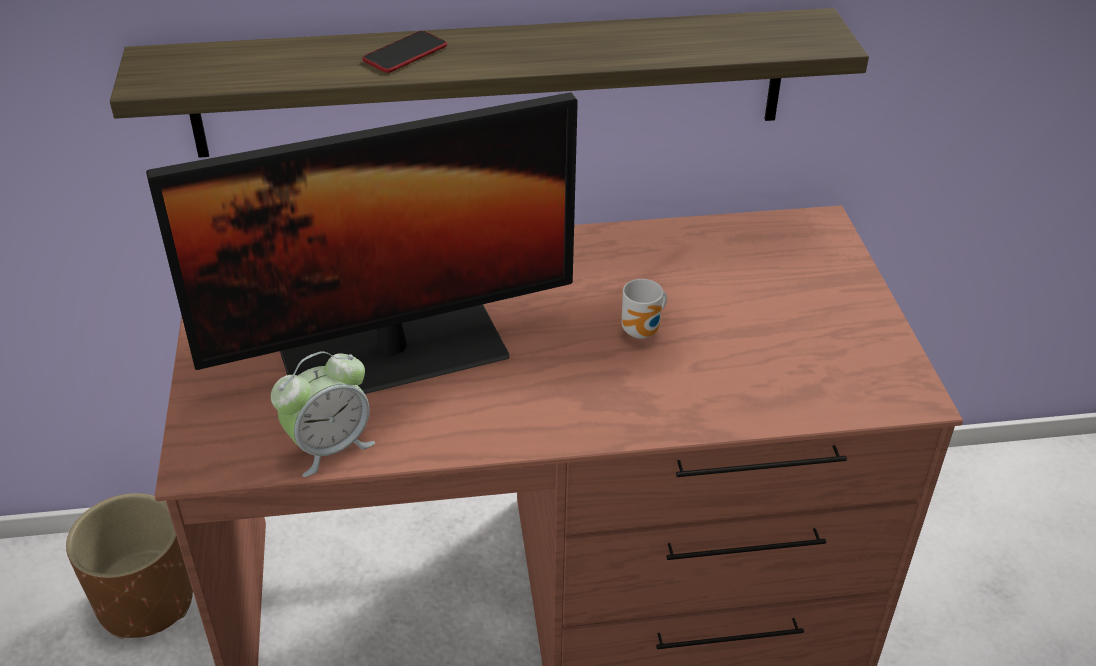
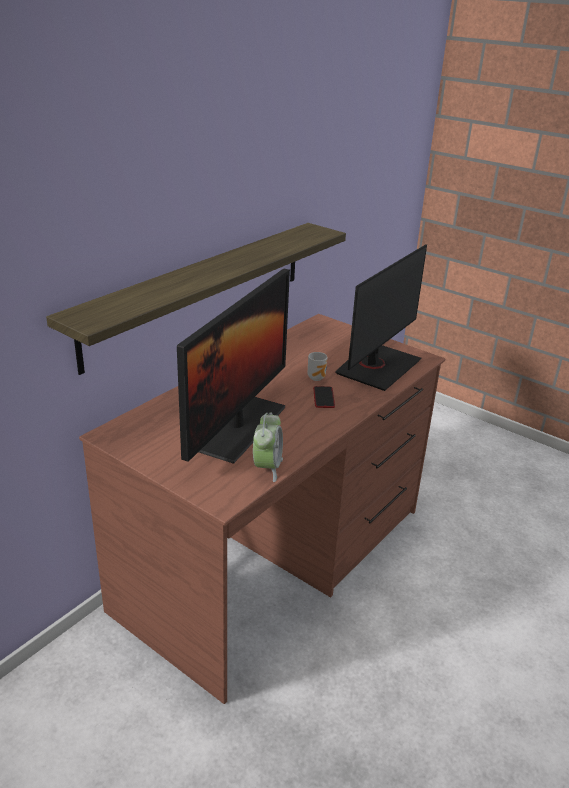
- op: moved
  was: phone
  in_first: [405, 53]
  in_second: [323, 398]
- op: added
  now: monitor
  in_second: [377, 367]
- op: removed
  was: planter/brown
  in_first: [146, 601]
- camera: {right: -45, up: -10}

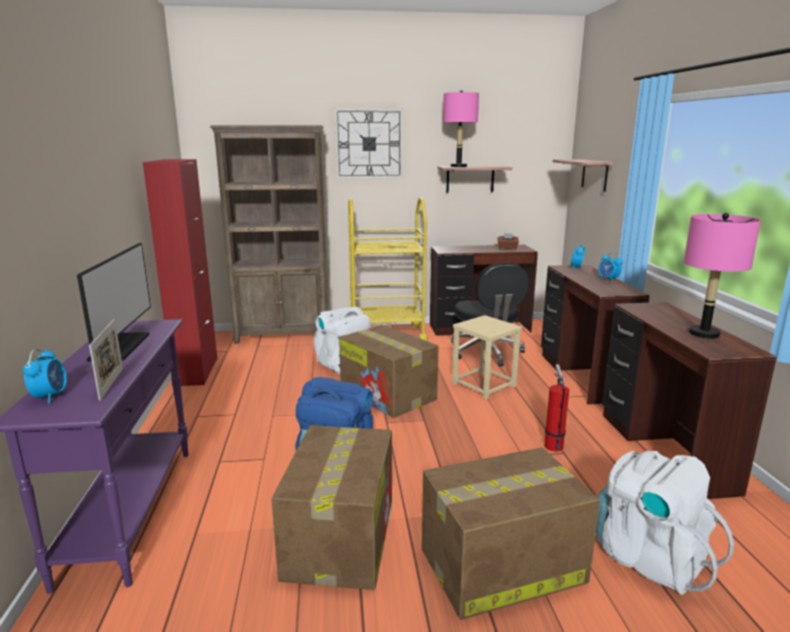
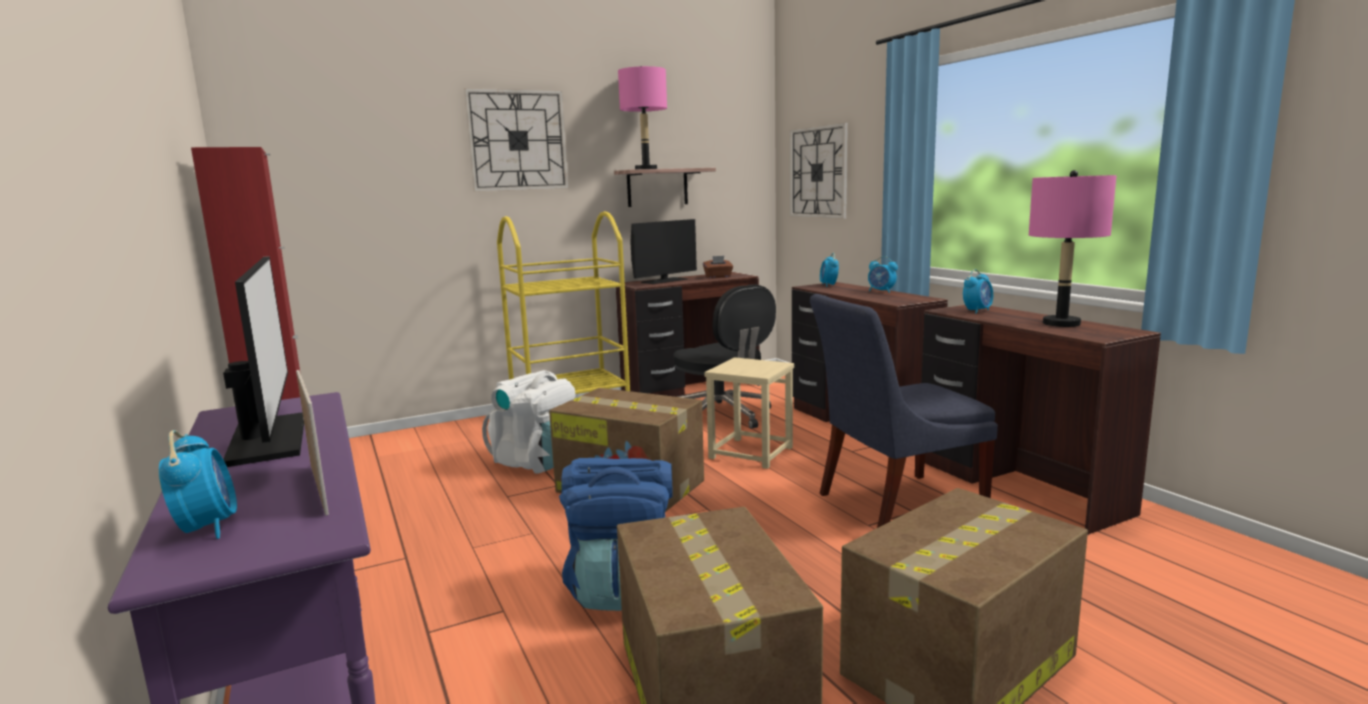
- op: added
  now: monitor
  in_second: [664, 281]
- op: replaced
  was: shelf
  now: wall clock
  in_first: [594, 175]
  in_second: [818, 172]
- op: replaced
  was: fire extinguisher
  now: chair/blue
  in_first: [553, 445]
  in_second: [893, 505]
- op: added
  now: alarm clock
  in_second: [977, 311]
- op: removed
  was: bookcase/brown
  in_first: [283, 335]
- op: removed
  was: backpack/white
  in_first: [649, 558]
- camera: {right: -20, up: -5}

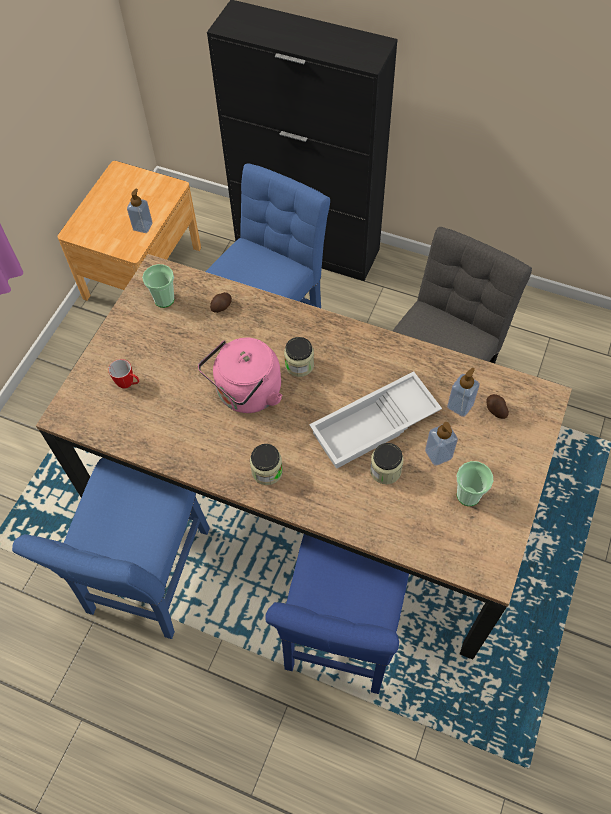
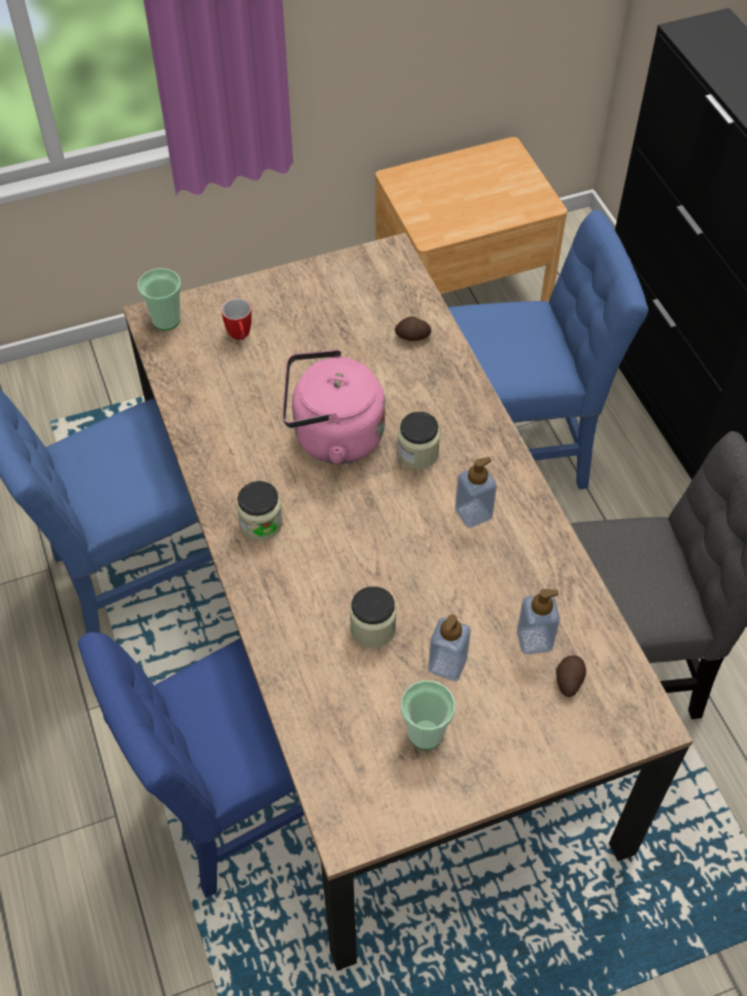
- op: moved
  was: cup
  in_first: [164, 299]
  in_second: [166, 320]
- op: moved
  was: soap dispenser
  in_first: [143, 226]
  in_second: [473, 513]
- op: removed
  was: tray/white
  in_first: [374, 426]
- camera: {right: 45, up: -5}

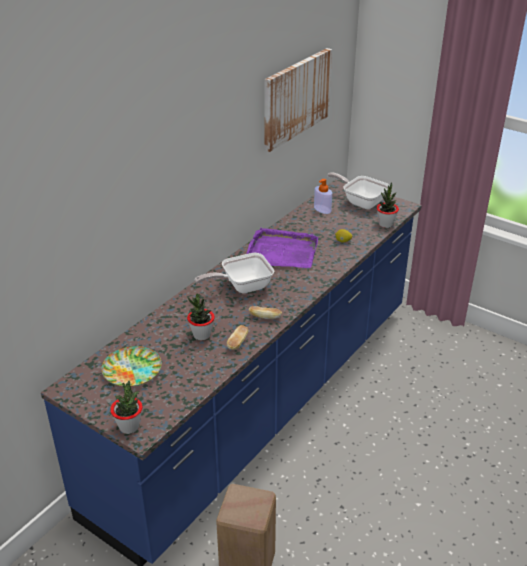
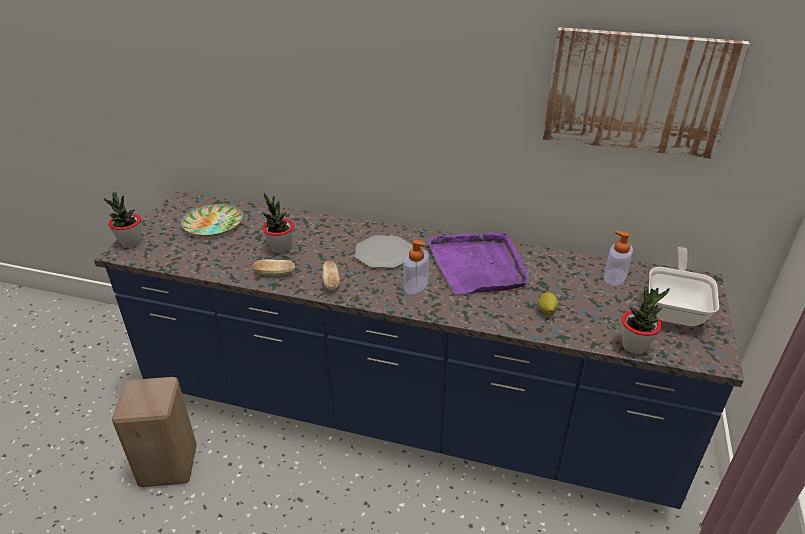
- op: replaced
  was: frying pan
  now: plate
  in_first: [242, 286]
  in_second: [384, 253]
- op: added
  now: soap dispenser
  in_second: [415, 285]
- camera: {right: 70, up: 0}

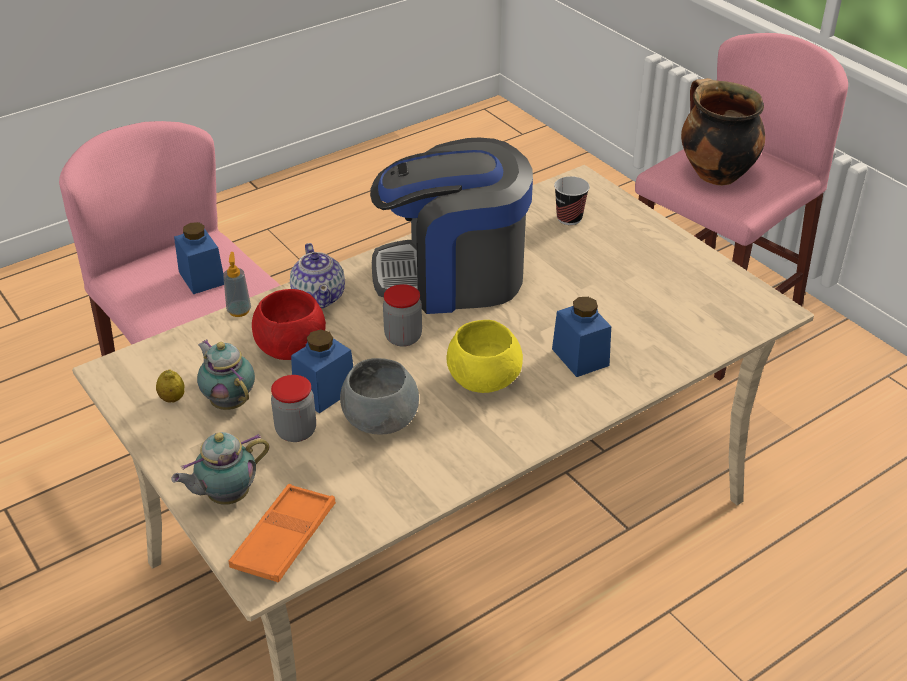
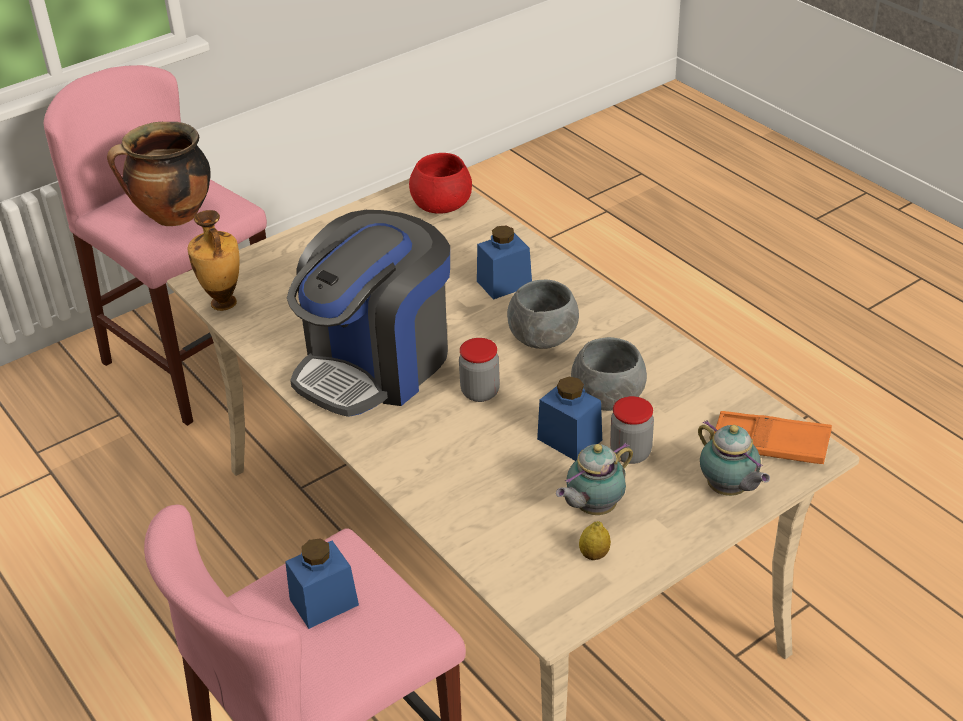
- op: added
  now: vase
  in_second: [223, 304]
- op: turned
  was: coffee machine
  in_first: [452, 277]
  in_second: [376, 364]
  clockwise: 45
- op: moved
  was: bowl/red
  in_first: [290, 349]
  in_second: [442, 206]
- op: recoloured
  was: bowl/yellow
  now: bowl/grey
  in_first: [483, 380]
  in_second: [542, 338]
- op: removed
  was: soap dispenser
  in_first: [239, 311]
- op: removed
  was: teapot
  in_first: [319, 296]
- op: removed
  was: cup
  in_first: [569, 218]
- camera: {right: -90, up: 0}

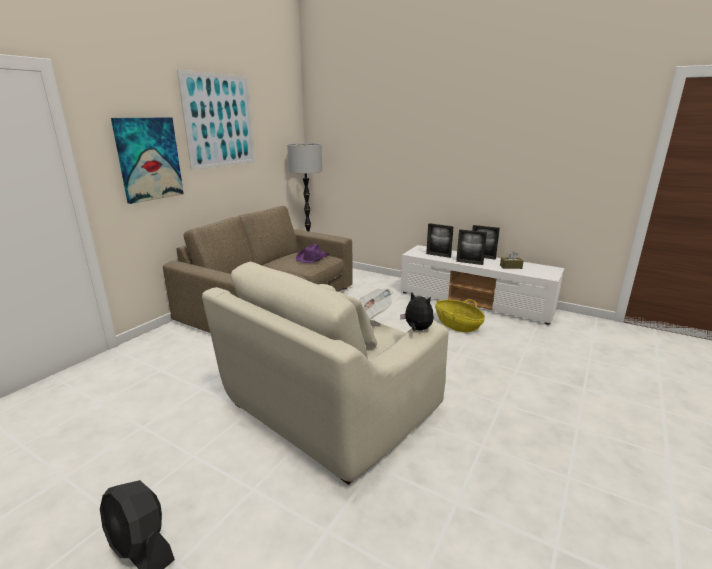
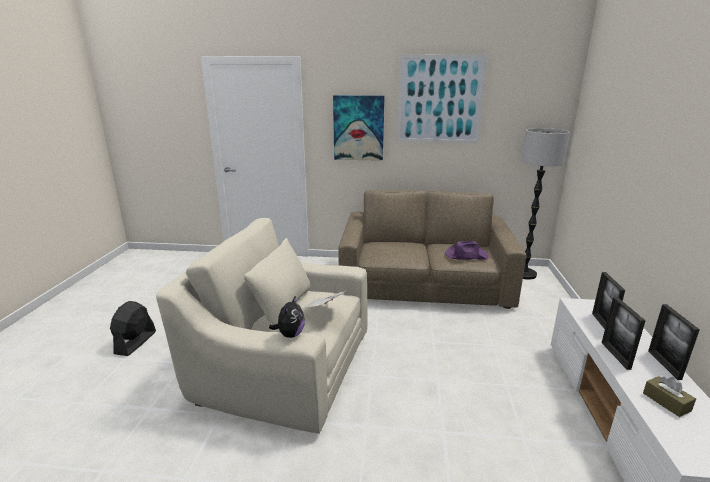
- op: removed
  was: basket
  in_first: [457, 325]
- camera: {right: 65, up: 0}

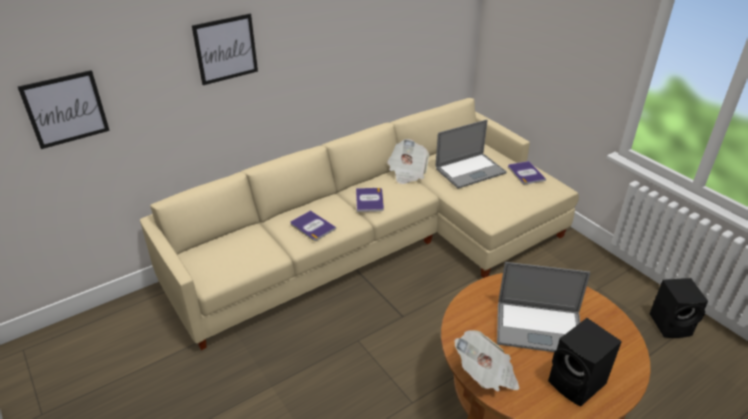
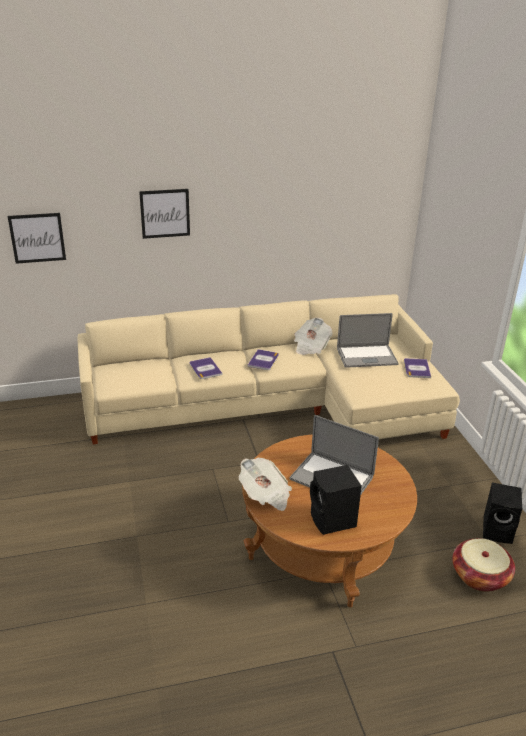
- op: added
  now: basket
  in_second: [480, 576]
- camera: {right: 20, up: -5}

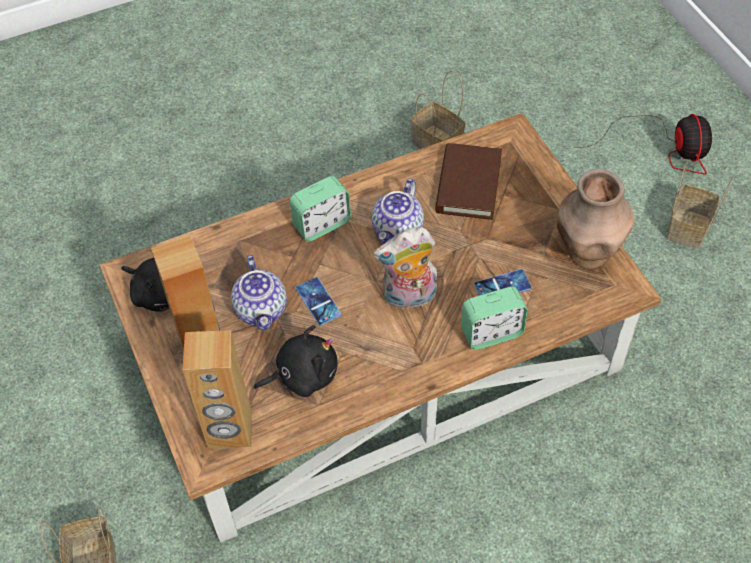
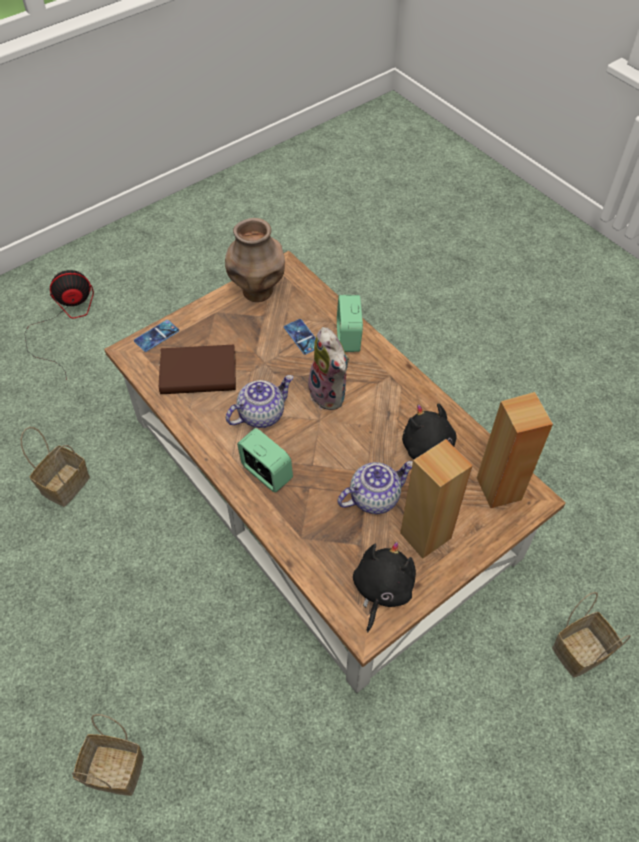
- op: moved
  was: basket
  in_first: [688, 229]
  in_second: [117, 769]
- op: moved
  was: phone
  in_first: [318, 301]
  in_second: [156, 336]
- op: turned
  was: teapot
  in_first: [398, 231]
  in_second: [261, 414]
  clockwise: -45
- op: turned
  was: alarm clock
  in_first: [491, 333]
  in_second: [348, 337]
  clockwise: -150
- camera: {right: -105, up: 0}

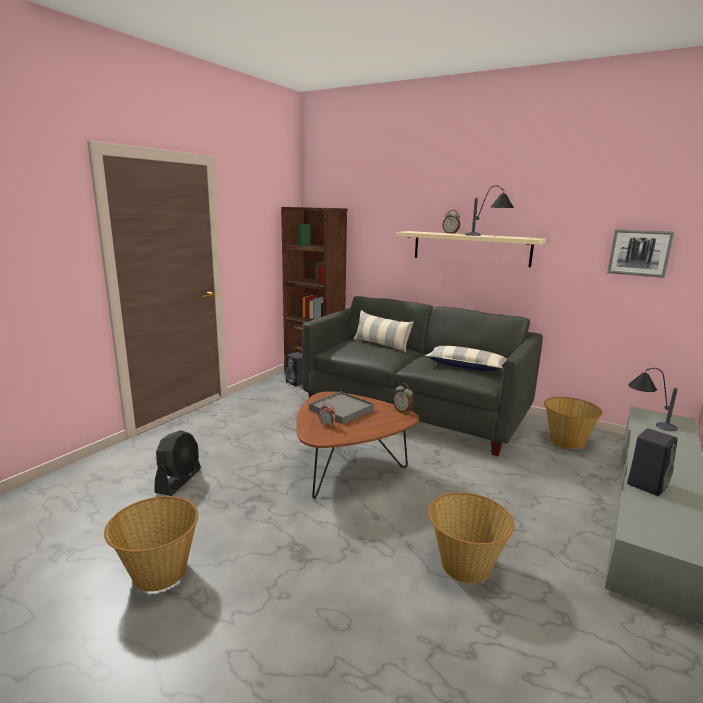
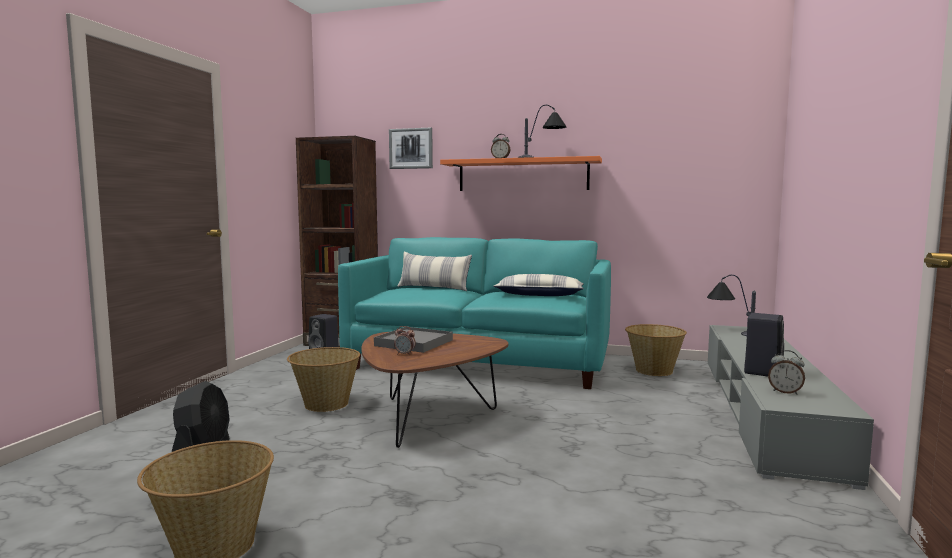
- op: moved
  was: basket
  in_first: [464, 565]
  in_second: [325, 404]
- op: recoloured
  was: sofa/grey
  now: sofa/turquoise
  in_first: [415, 410]
  in_second: [480, 362]
- op: moved
  was: picture
  in_first: [639, 252]
  in_second: [411, 148]
- op: recoloured
  was: shelf/beige
  now: shelf/orange
  in_first: [470, 248]
  in_second: [522, 175]
- op: moved
  was: alarm clock
  in_first: [402, 410]
  in_second: [785, 392]
- camera: {right: -15, up: -10}

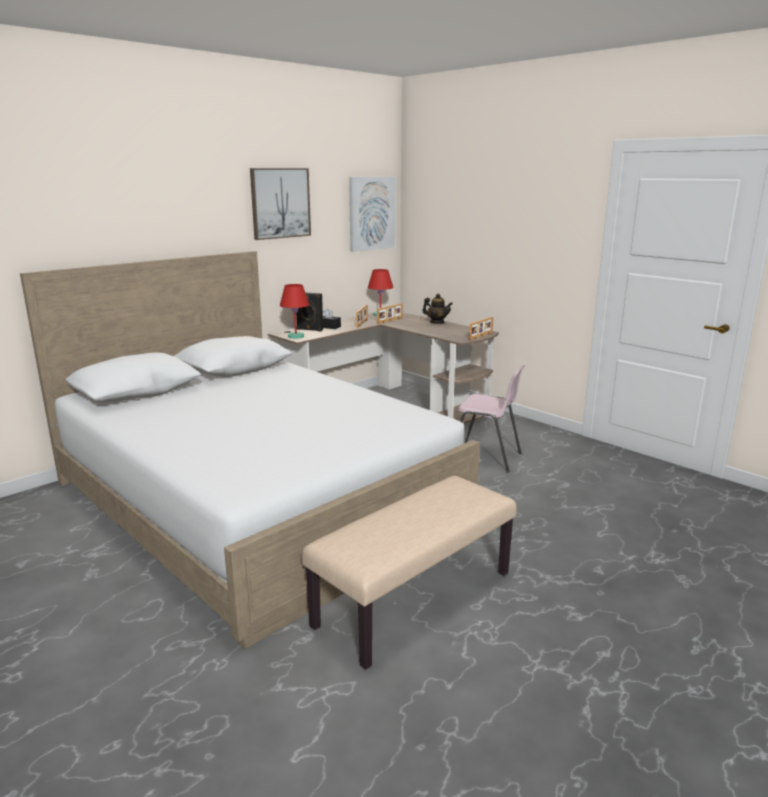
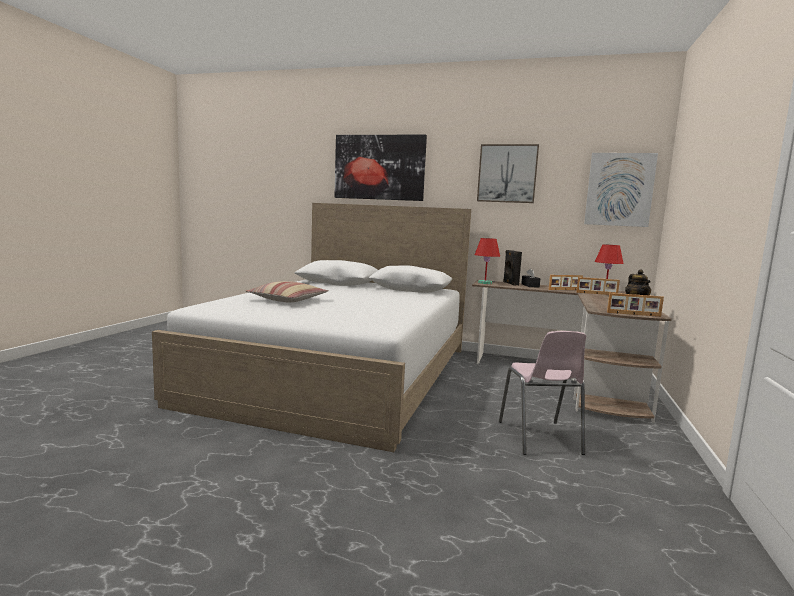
- op: added
  now: pillow
  in_second: [288, 300]
- op: added
  now: picture
  in_second: [379, 167]
- op: removed
  was: bench/beige
  in_first: [414, 598]
- camera: {right: 60, up: -10}

